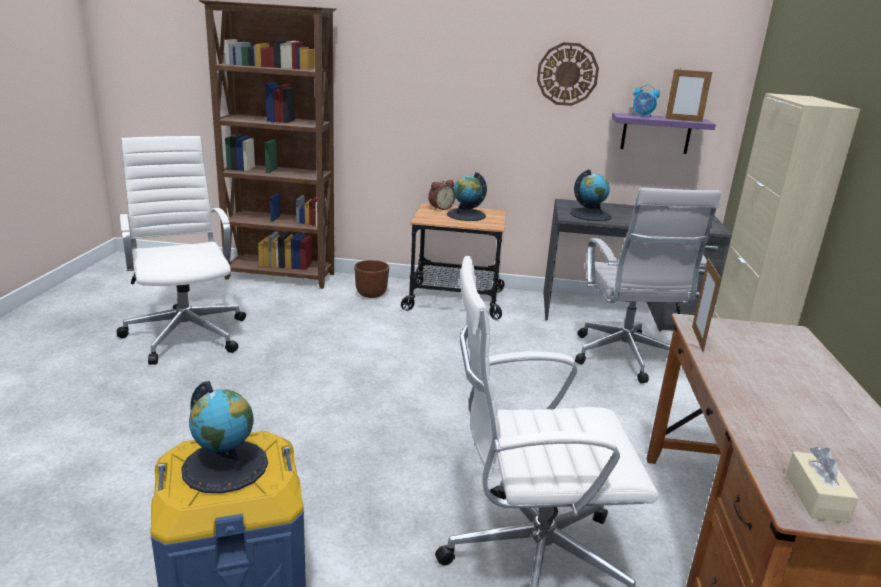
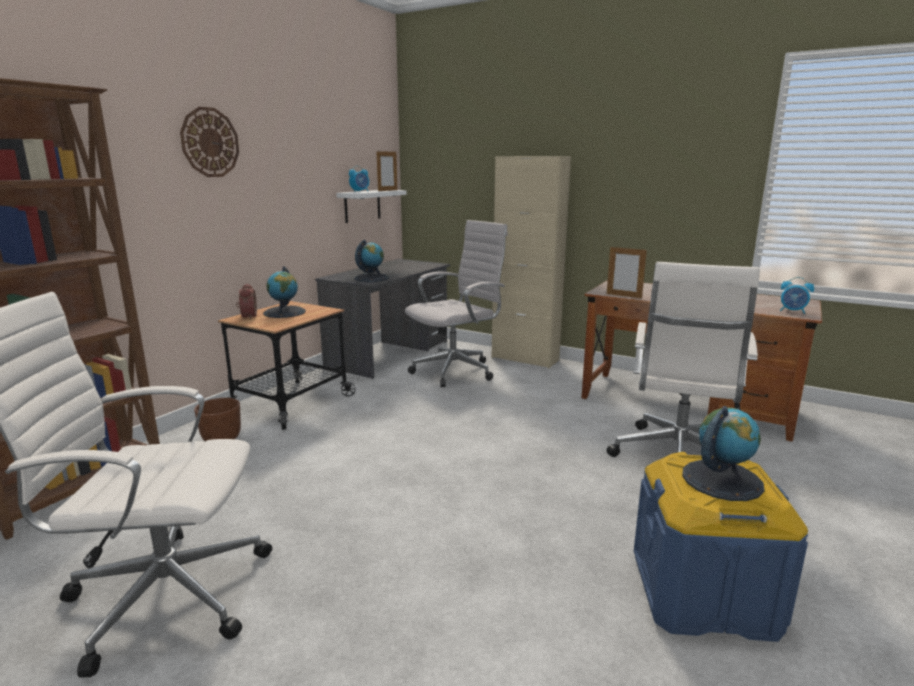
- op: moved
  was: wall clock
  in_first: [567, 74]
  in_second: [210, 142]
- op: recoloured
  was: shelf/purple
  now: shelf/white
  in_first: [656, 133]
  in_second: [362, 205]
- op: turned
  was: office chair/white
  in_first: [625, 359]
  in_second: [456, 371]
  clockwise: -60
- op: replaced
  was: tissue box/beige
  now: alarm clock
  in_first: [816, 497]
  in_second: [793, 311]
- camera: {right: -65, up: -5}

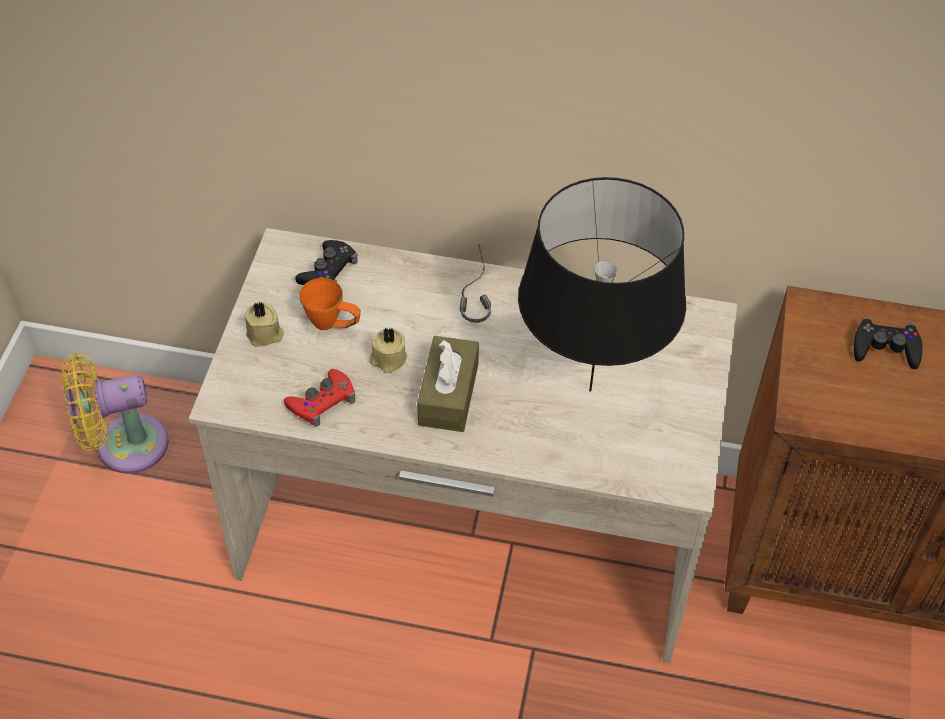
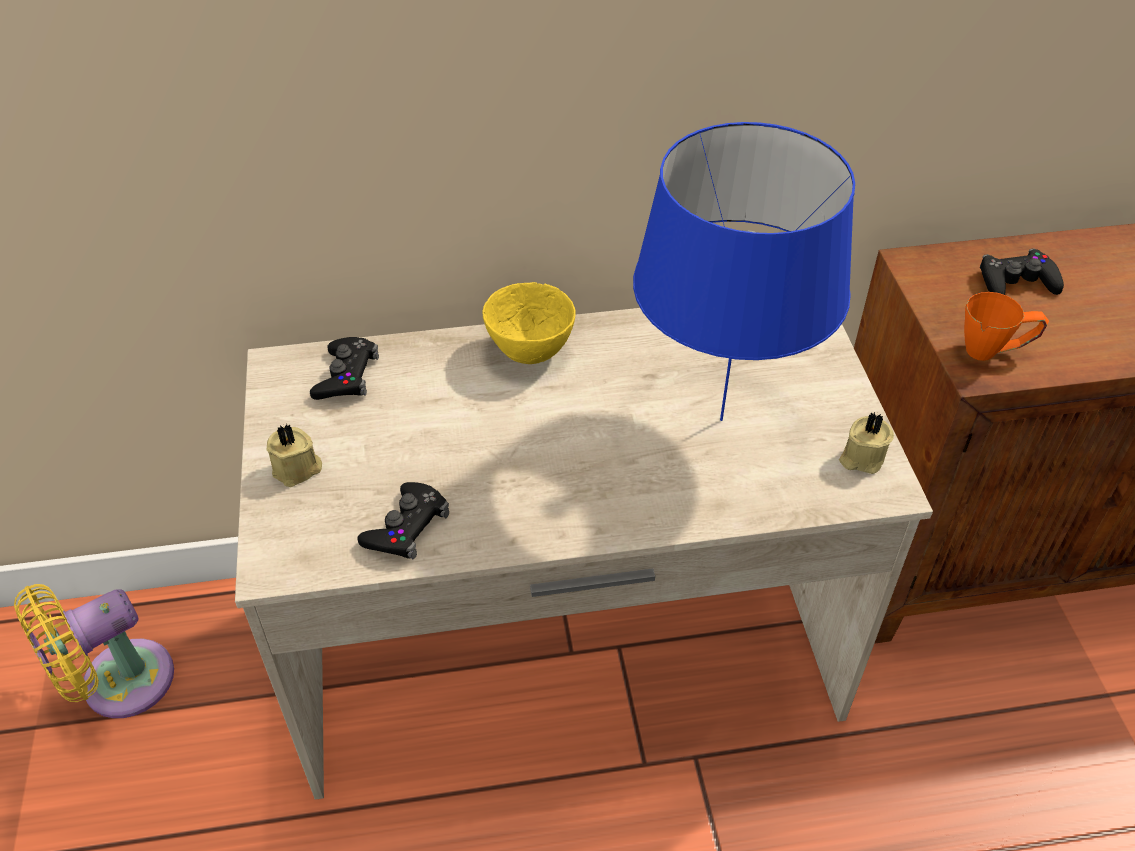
- op: recoloured
  was: game controller/red
  now: game controller/black
  in_first: [322, 402]
  in_second: [406, 527]
- op: replaced
  was: headphones
  now: bowl/yellow
  in_first: [471, 291]
  in_second: [529, 352]
- op: recoloured
  was: table lamp/black
  now: table lamp/blue
  in_first: [590, 390]
  in_second: [721, 419]
- op: moved
  was: candle/beige
  in_first: [388, 359]
  in_second: [861, 458]
- op: moved
  was: mug/orange
  in_first: [333, 325]
  in_second: [993, 352]
- op: removed
  was: tissue box/brown
  in_first: [448, 394]
- camera: {right: -20, up: -5}

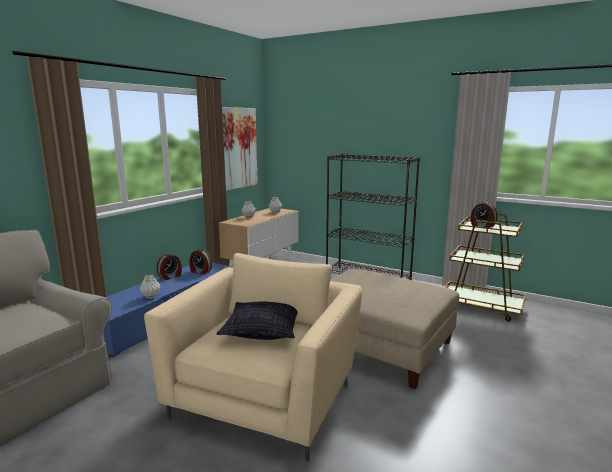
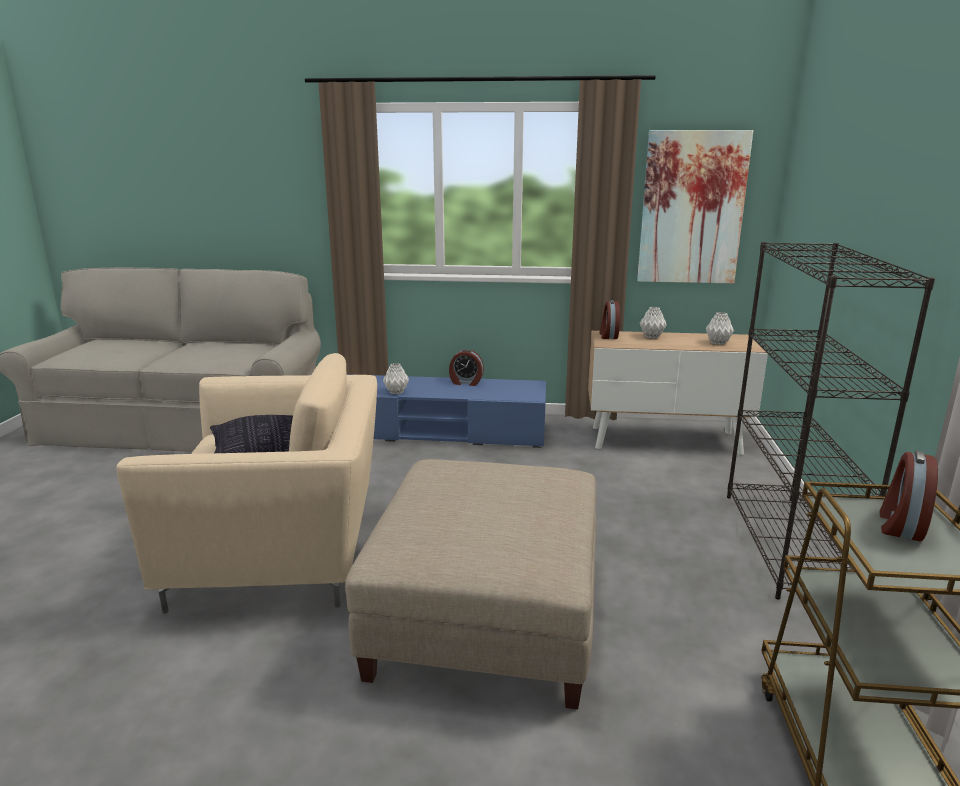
- op: moved
  was: alarm clock
  in_first: [200, 271]
  in_second: [608, 335]
- camera: {right: 65, up: 5}

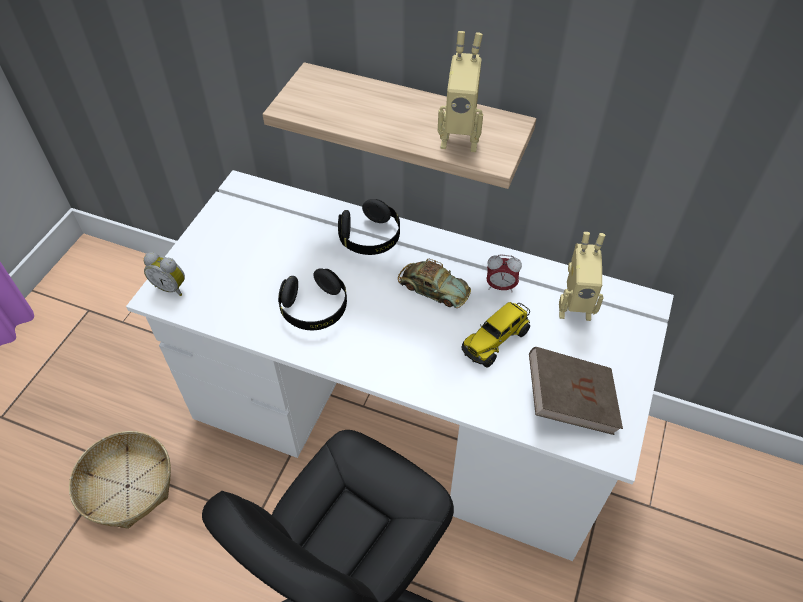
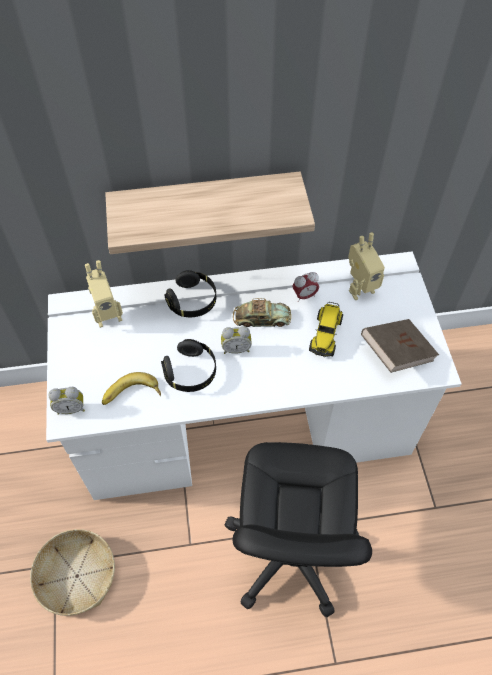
- op: moved
  was: toy robot
  in_first: [459, 138]
  in_second: [108, 315]
- op: added
  now: banana
  in_second: [132, 395]
- op: added
  now: alarm clock
  in_second: [236, 348]
- camera: {right: -30, up: 5}

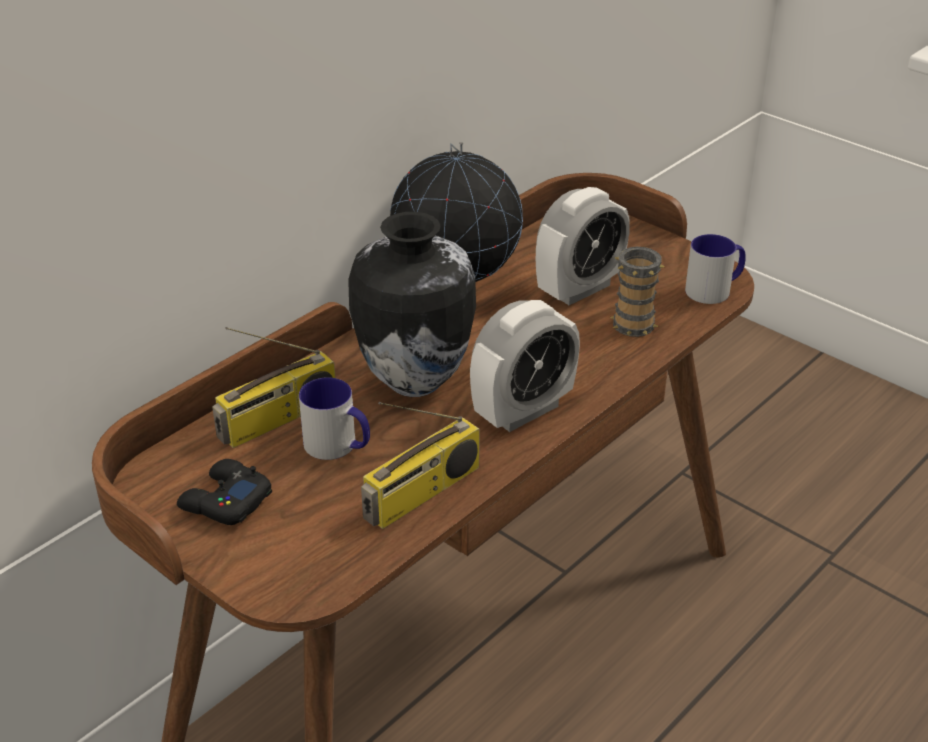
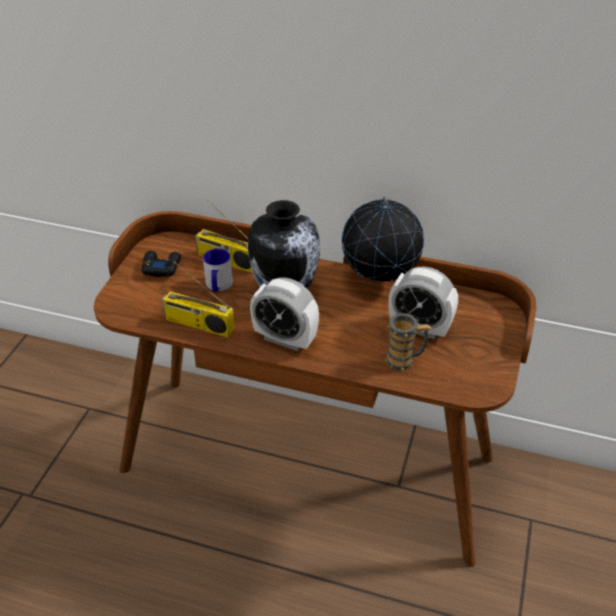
- op: removed
  was: mug
  in_first: [714, 289]
- camera: {right: 65, up: 5}

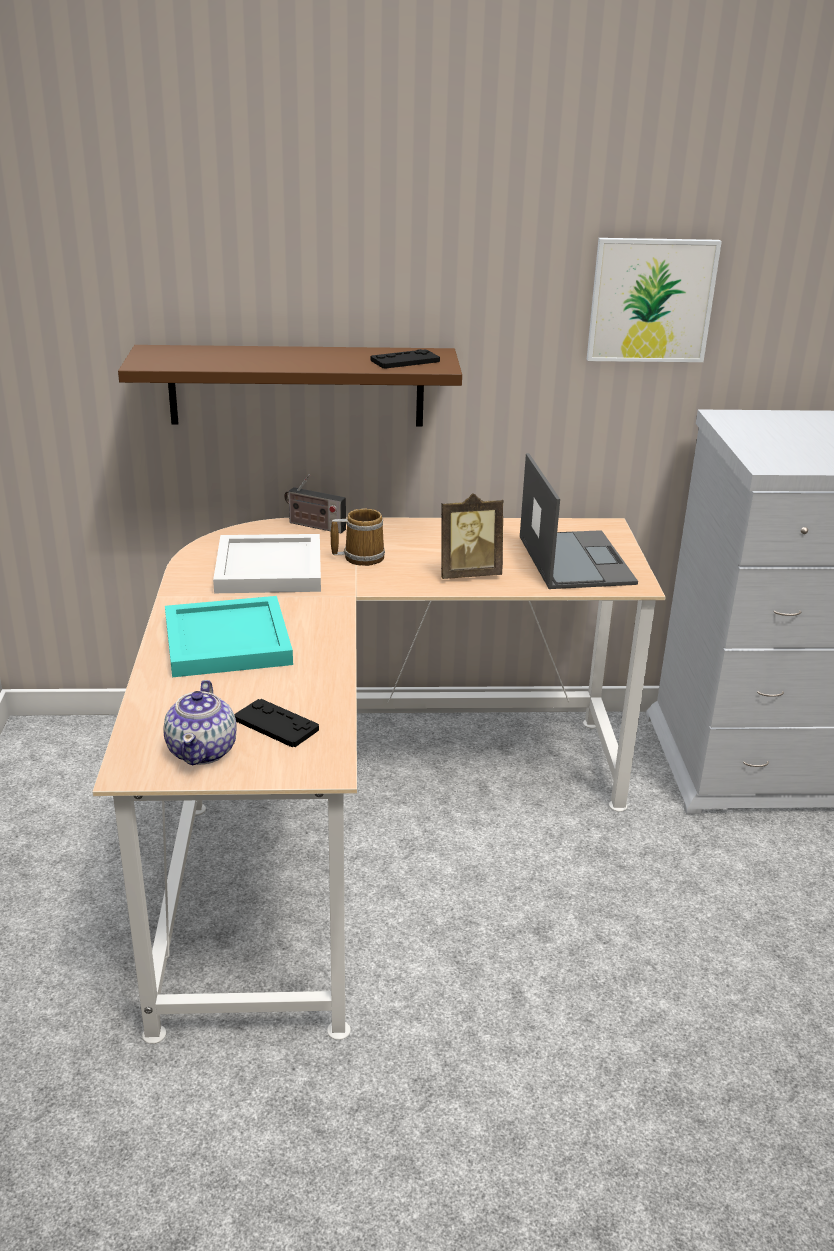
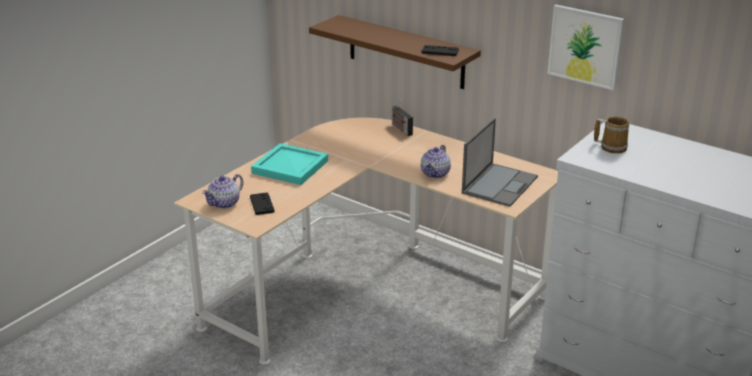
- op: replaced
  was: picture frame
  now: teapot
  in_first: [468, 573]
  in_second: [435, 173]
- op: moved
  was: mug
  in_first: [361, 556]
  in_second: [612, 147]
- op: removed
  was: tray/white
  in_first: [267, 569]
- camera: {right: 40, up: 0}

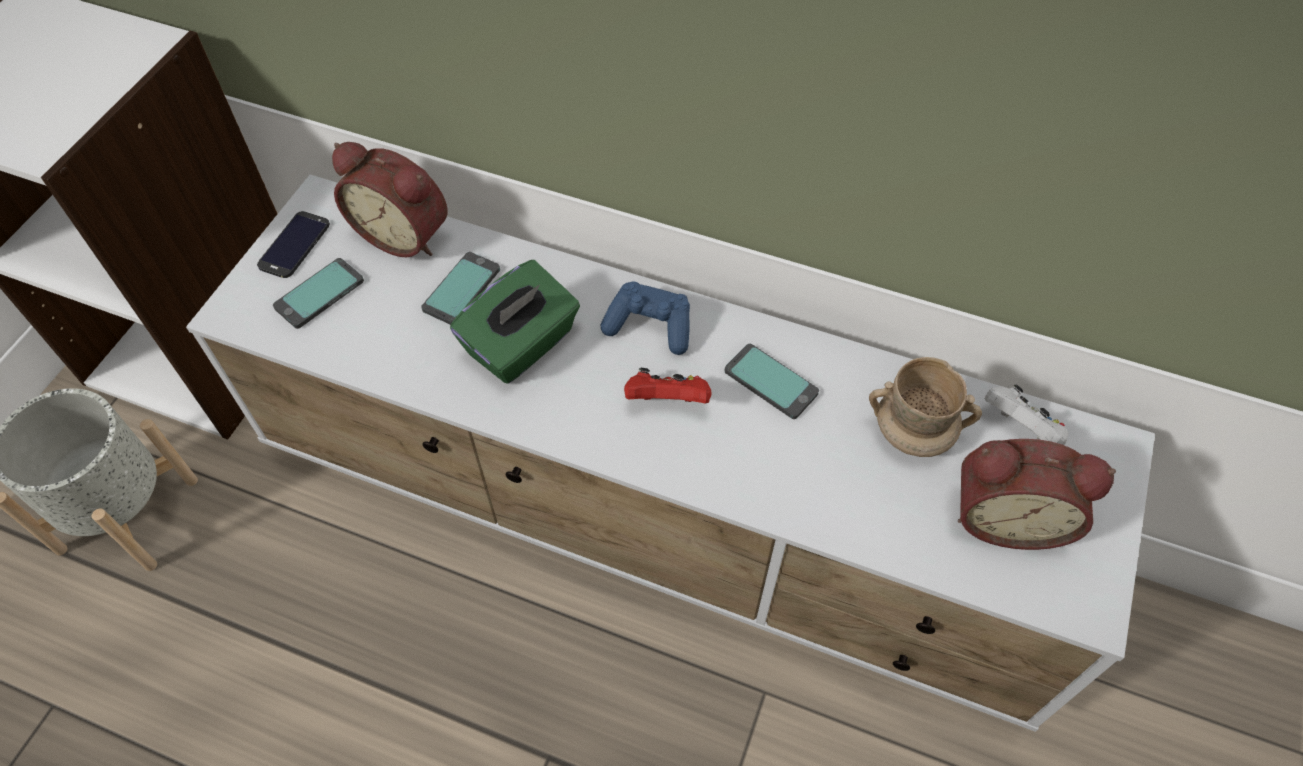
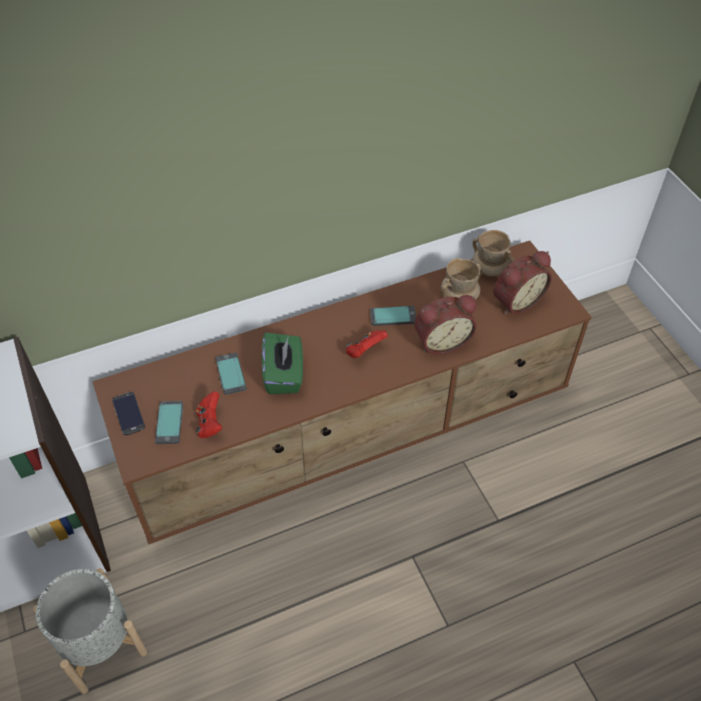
- op: recoloured
  was: tv stand/white
  now: tv stand/brown
  in_first: [655, 519]
  in_second: [352, 436]
- op: added
  now: game controller/red
  in_second: [210, 424]
- op: moved
  was: alarm clock
  in_first: [405, 233]
  in_second: [441, 341]
- op: replaced
  was: game controller/white
  now: mug/beige
  in_first: [1021, 429]
  in_second: [490, 269]
- op: removed
  was: game controller/blue
  in_first: [650, 326]
- camera: {right: -45, up: -5}

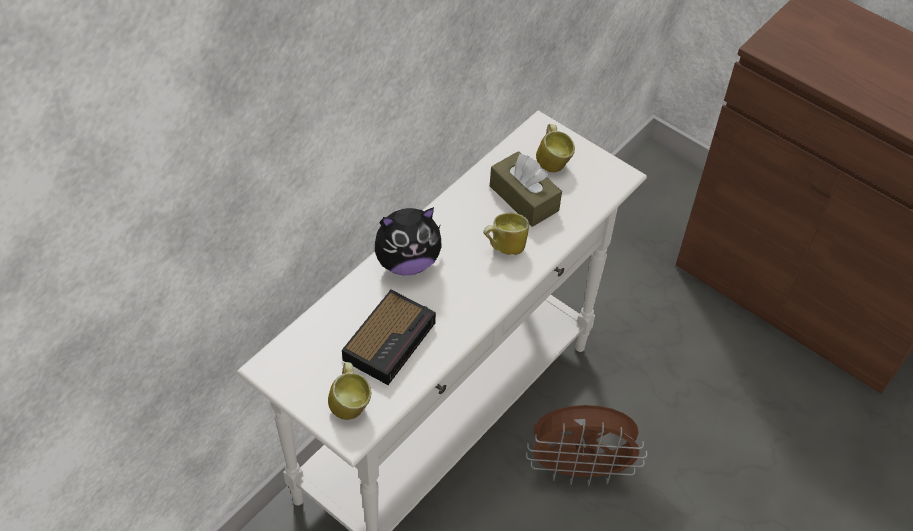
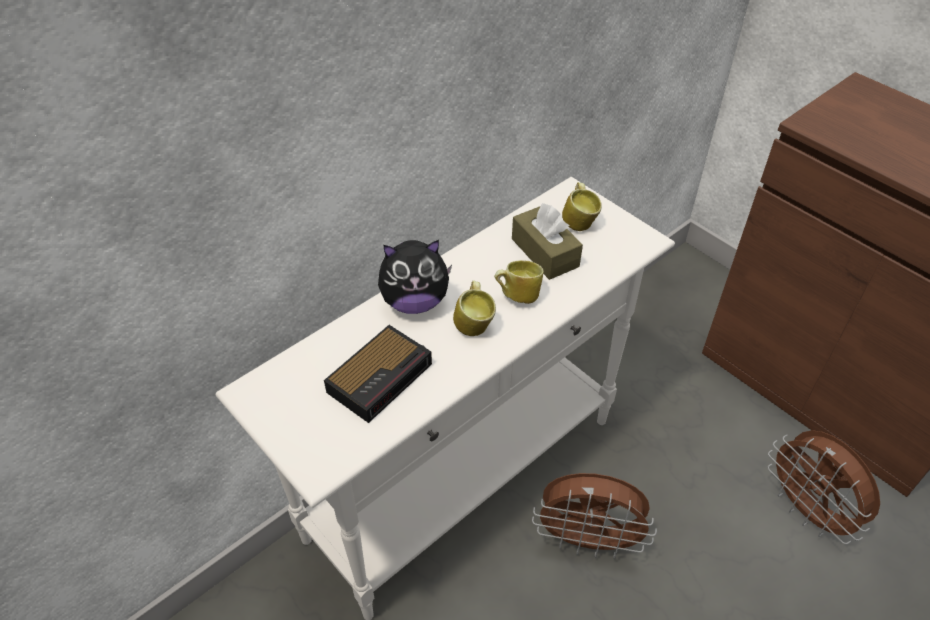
- op: moved
  was: mug
  in_first: [350, 403]
  in_second: [475, 323]
- op: added
  now: fan/brown
  in_second: [808, 511]
- camera: {right: 10, up: -5}

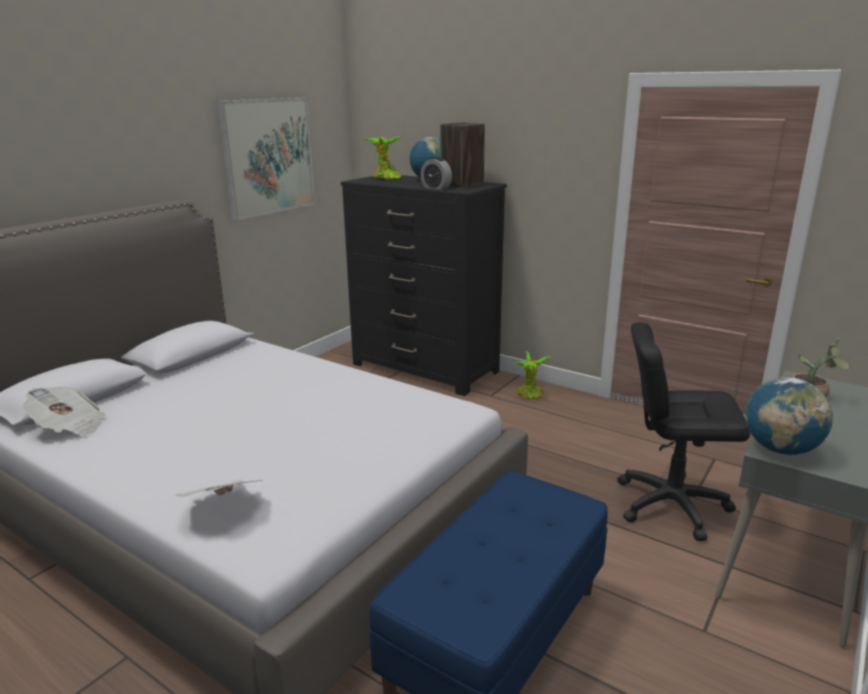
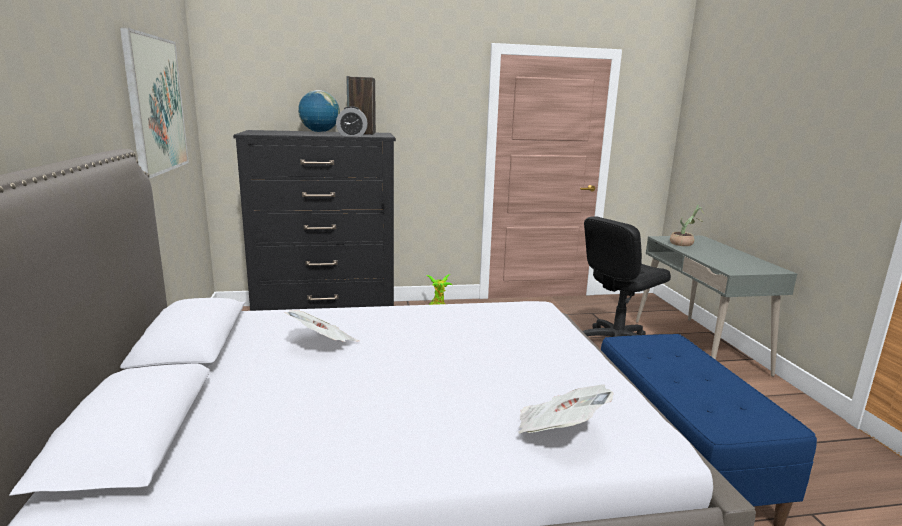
- op: moved
  was: newspaper
  in_first: [69, 427]
  in_second: [323, 343]
- op: removed
  was: potted plant
  in_first: [385, 178]
- op: removed
  was: globe
  in_first: [780, 449]
- camera: {right: -45, up: -5}

